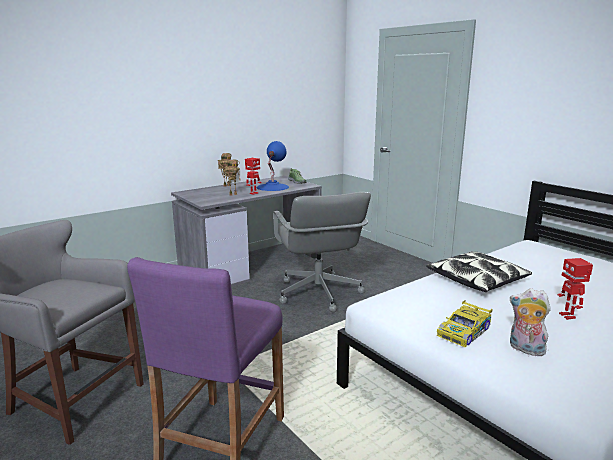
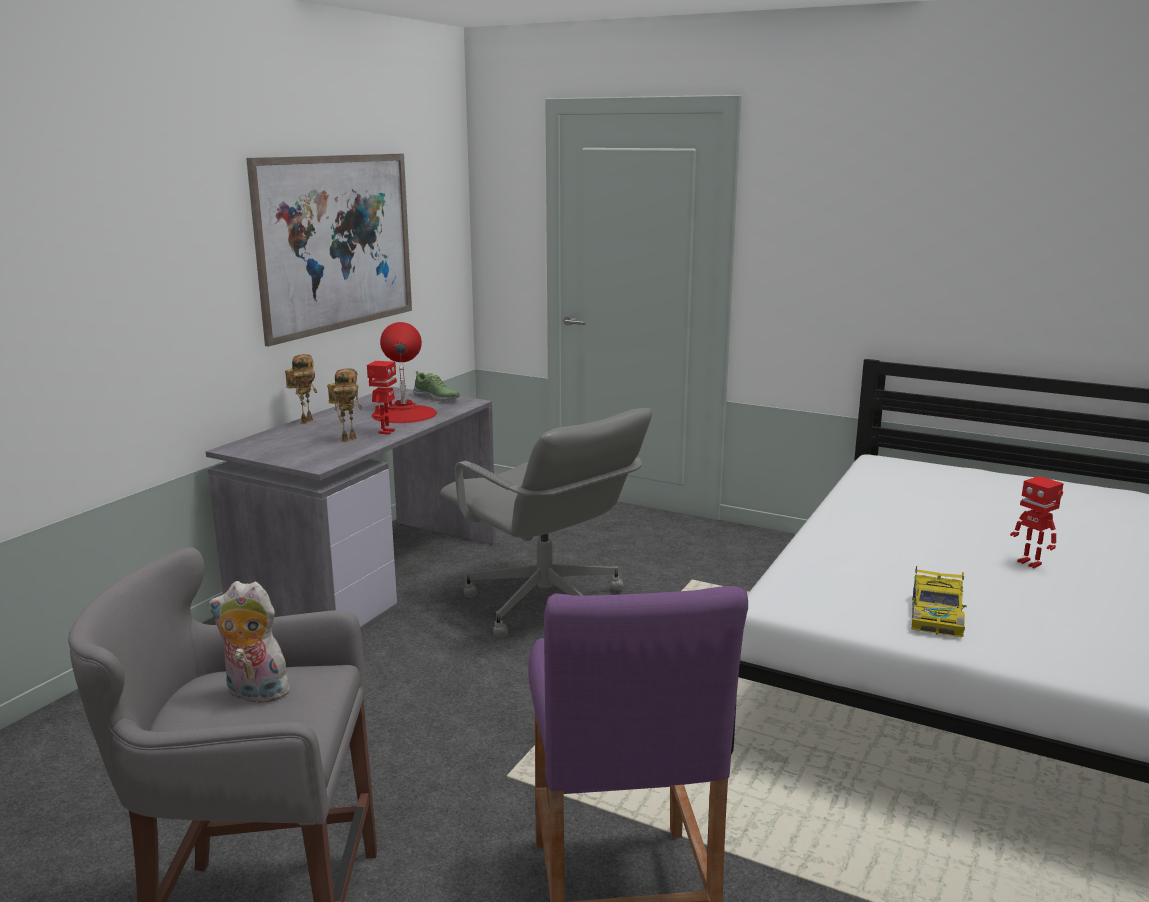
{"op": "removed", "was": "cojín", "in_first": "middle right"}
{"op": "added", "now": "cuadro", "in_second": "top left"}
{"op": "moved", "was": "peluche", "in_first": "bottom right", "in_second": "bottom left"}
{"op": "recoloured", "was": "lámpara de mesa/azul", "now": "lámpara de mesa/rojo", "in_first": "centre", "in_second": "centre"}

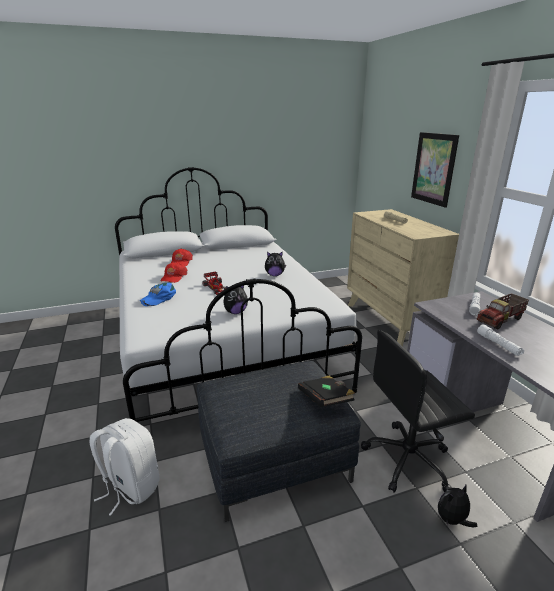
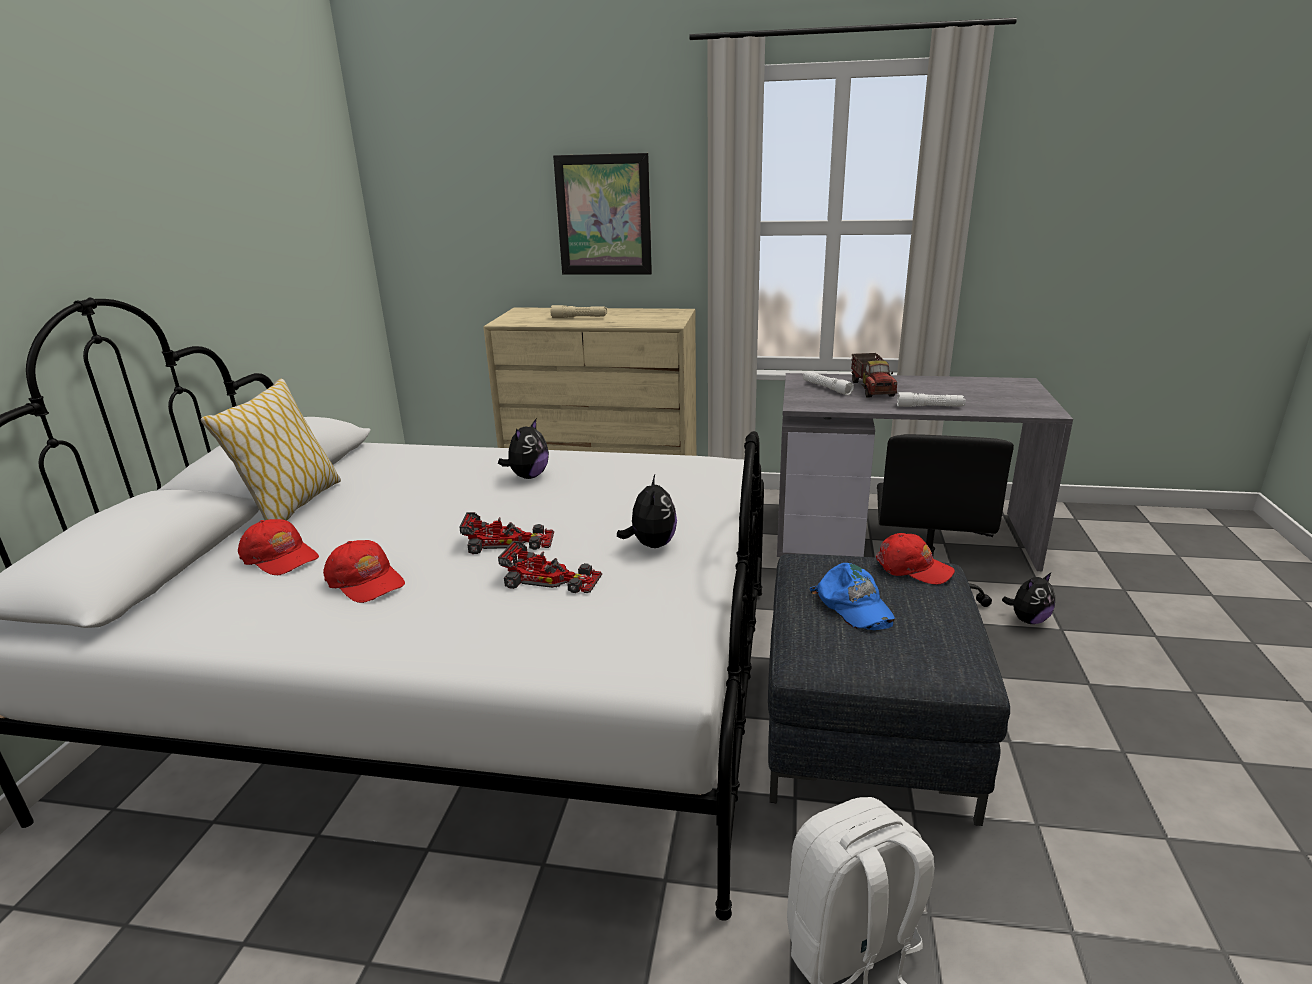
{"op": "added", "now": "cojín", "in_second": "middle left"}
{"op": "added", "now": "coche de juguete (2nd from left)", "in_second": "centre"}
{"op": "moved", "was": "gorra/azul", "in_first": "middle left", "in_second": "centre"}
{"op": "replaced", "was": "libro/negro", "now": "gorra/rojo (3rd from left)", "in_first": "centre", "in_second": "middle right"}
{"op": "turned", "was": "peluche (3rd from left)", "in_first": "bottom right", "in_second": "middle right", "clockwise": -120}

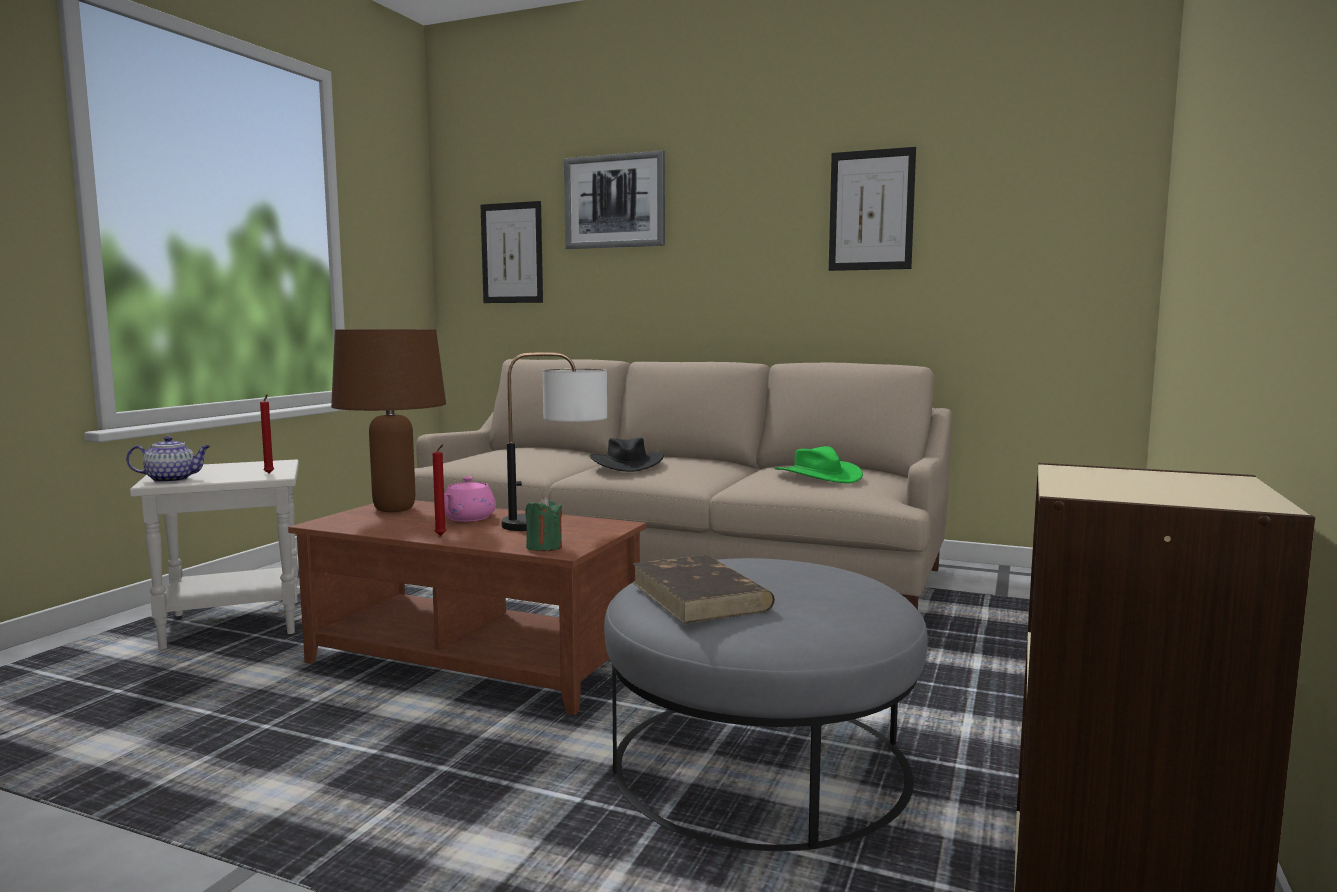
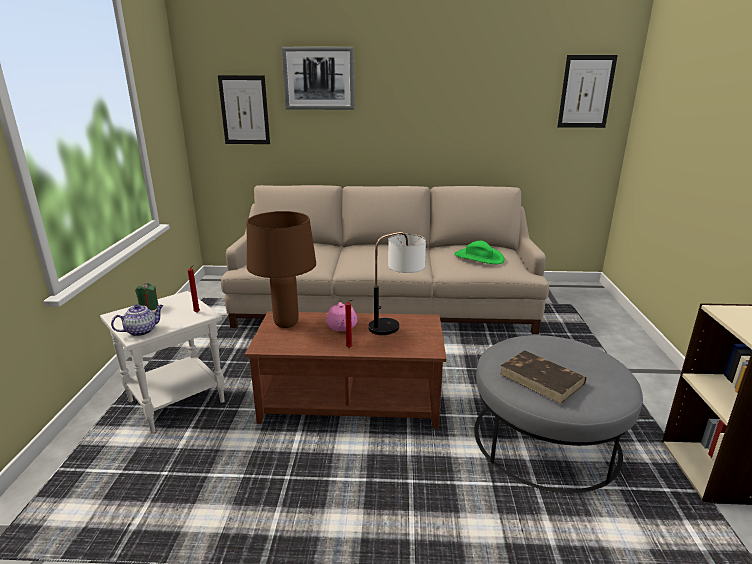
{"op": "removed", "was": "sombrero/negro", "in_first": "centre"}
{"op": "moved", "was": "vela/verde", "in_first": "centre", "in_second": "middle left"}
{"op": "moved", "was": "cuadro (3rd from left)", "in_first": "top centre", "in_second": "top right"}

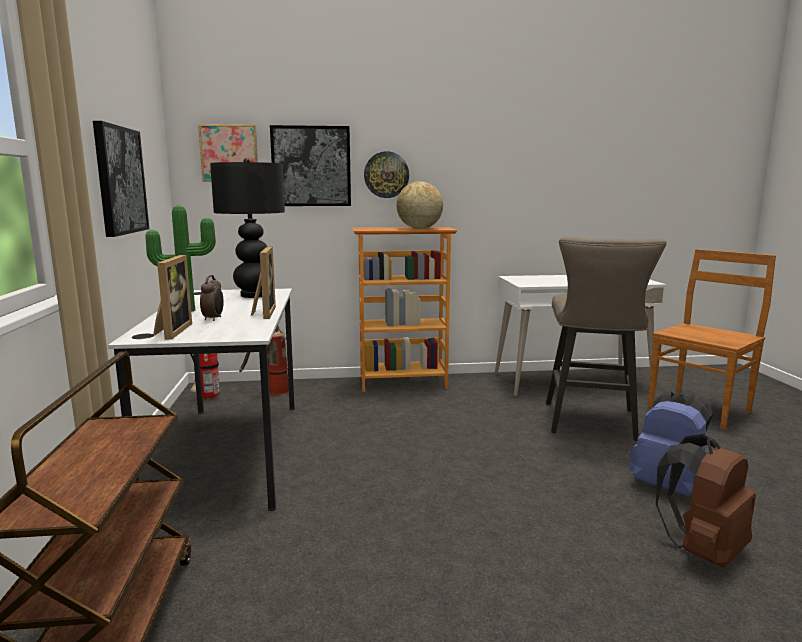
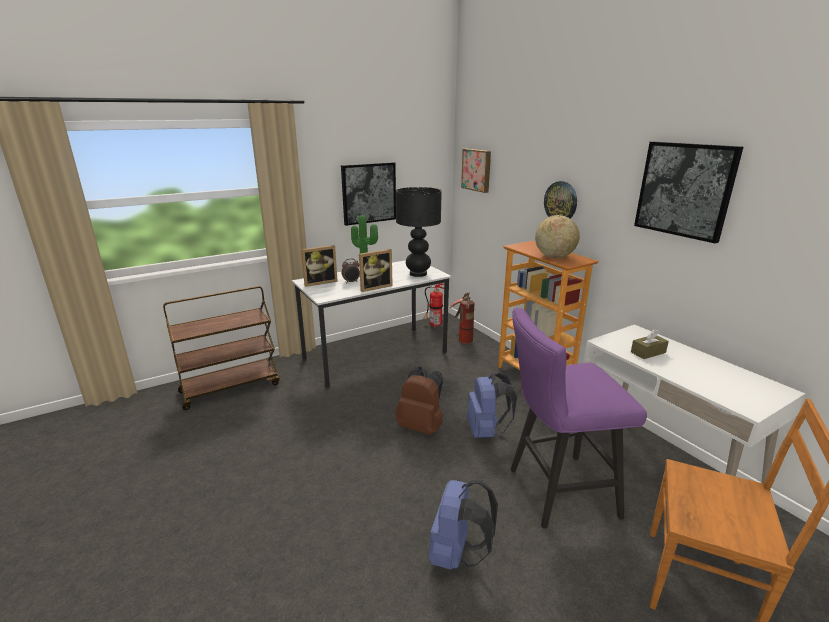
{"op": "added", "now": "mochila/azul (2nd from left)", "in_second": "centre"}
{"op": "added", "now": "caja de pañuelos/marrón", "in_second": "middle right"}
{"op": "moved", "was": "cuadro (3rd from left)", "in_first": "top centre", "in_second": "top right"}
{"op": "moved", "was": "mochila/marrón", "in_first": "bottom right", "in_second": "centre"}
{"op": "recoloured", "was": "taburete/beis", "now": "taburete/morado", "in_first": "middle right", "in_second": "bottom right"}

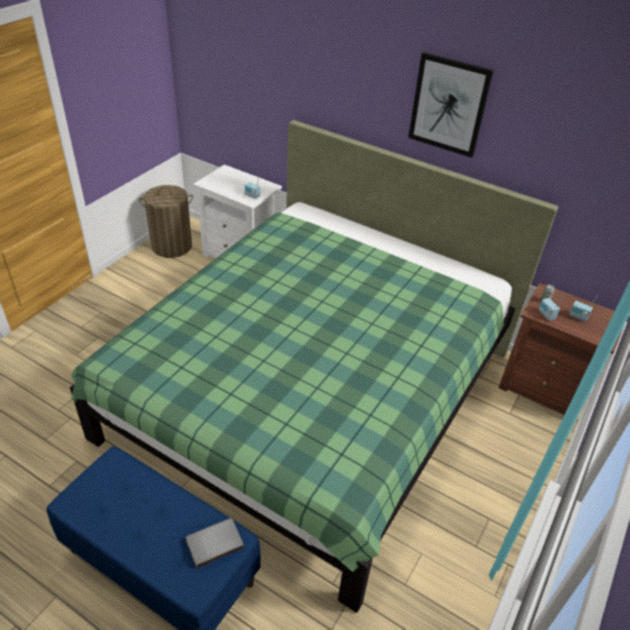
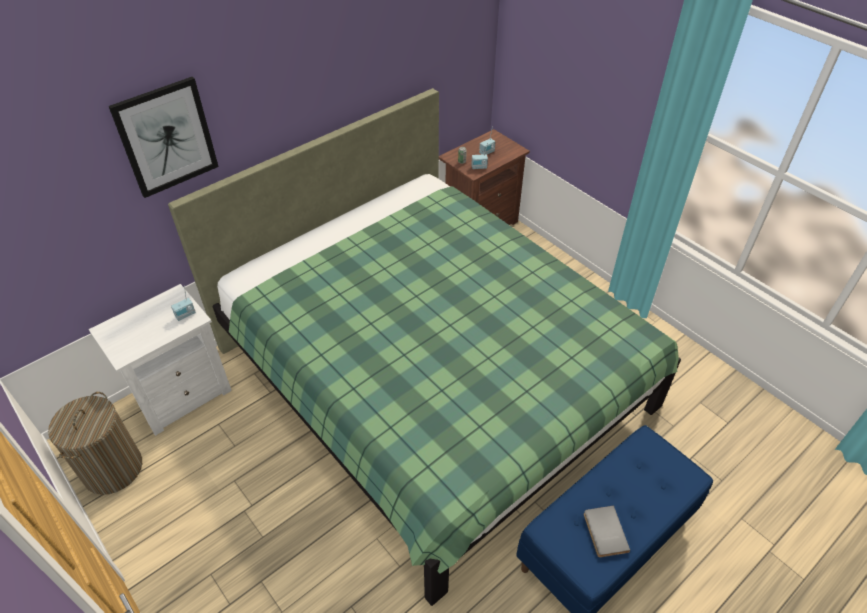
{"op": "moved", "was": "libro/gris", "in_first": "bottom centre", "in_second": "bottom right"}
{"op": "moved", "was": "cuadro", "in_first": "top right", "in_second": "top left"}

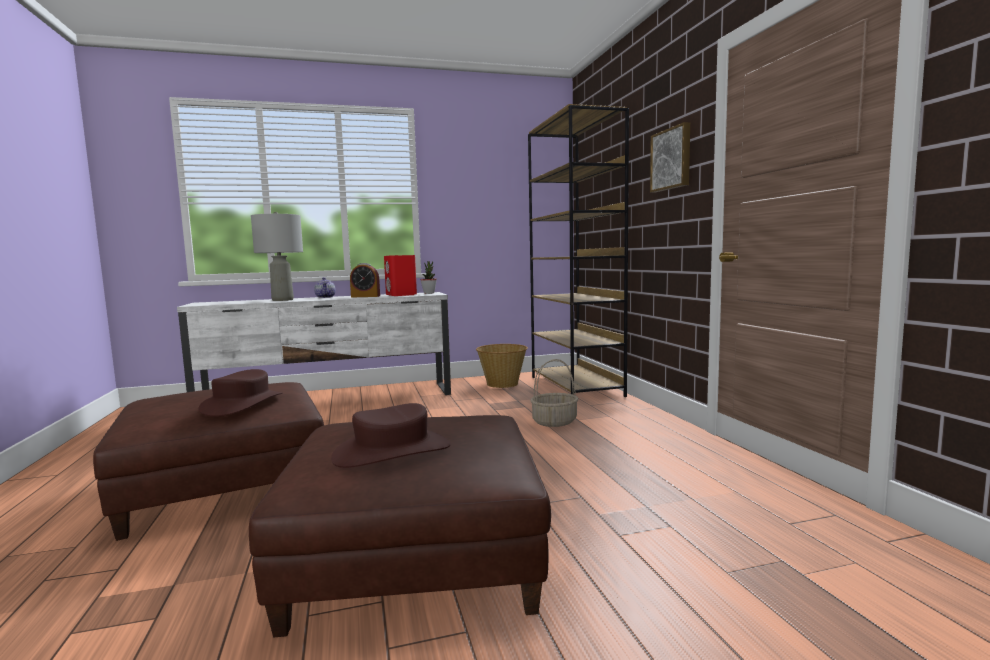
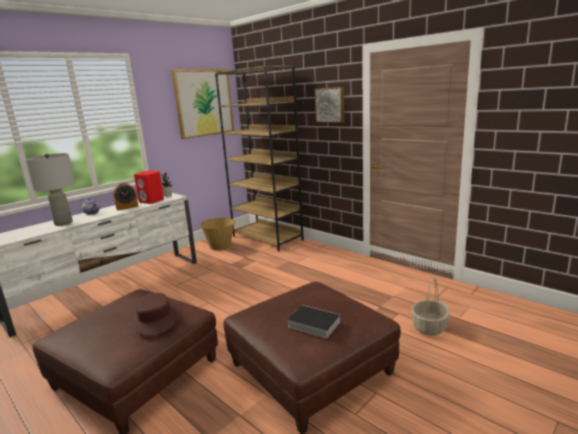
{"op": "added", "now": "cuadro (1st from left)", "in_second": "top centre"}
{"op": "moved", "was": "cesta (2nd from left)", "in_first": "centre", "in_second": "bottom right"}
{"op": "replaced", "was": "sombrero/marrón (2nd from left)", "now": "libro", "in_first": "centre", "in_second": "bottom centre"}

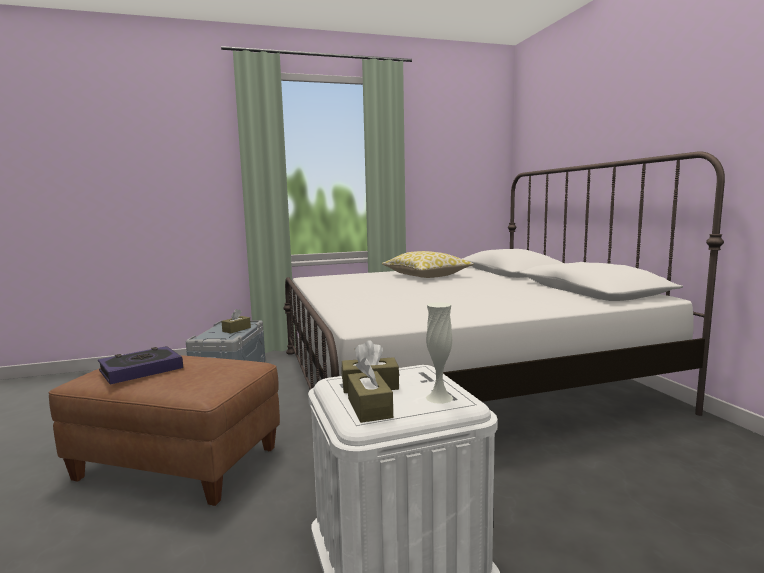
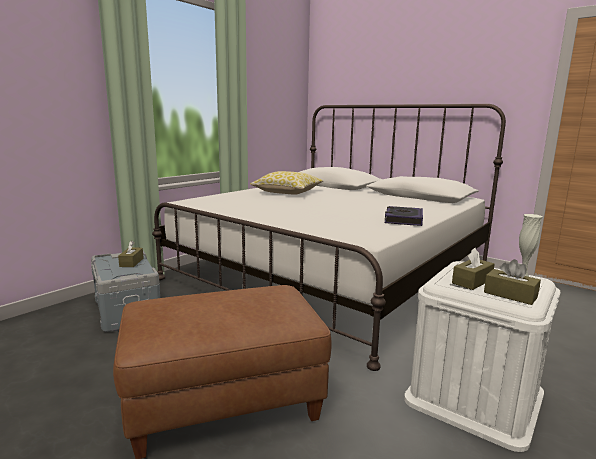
{"op": "moved", "was": "libro", "in_first": "middle left", "in_second": "middle right"}

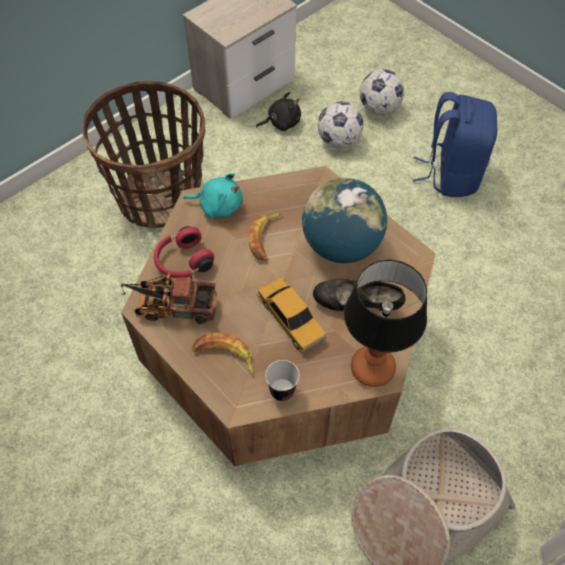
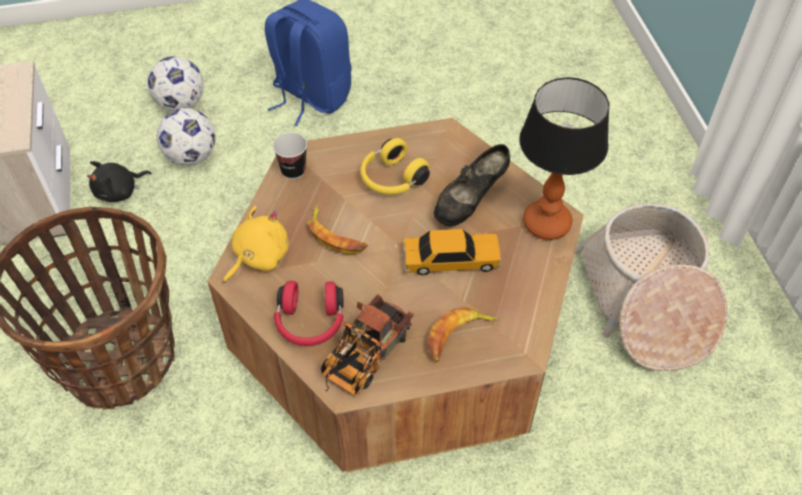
{"op": "moved", "was": "taza", "in_first": "bottom centre", "in_second": "top centre"}
{"op": "replaced", "was": "globo terráqueo", "now": "auriculares/amarillo", "in_first": "centre", "in_second": "centre"}
{"op": "recoloured", "was": "peluche/turquesa", "now": "peluche/amarillo", "in_first": "centre", "in_second": "middle left"}
{"op": "turned", "was": "peluche/negro", "in_first": "top centre", "in_second": "middle left", "clockwise": -135}

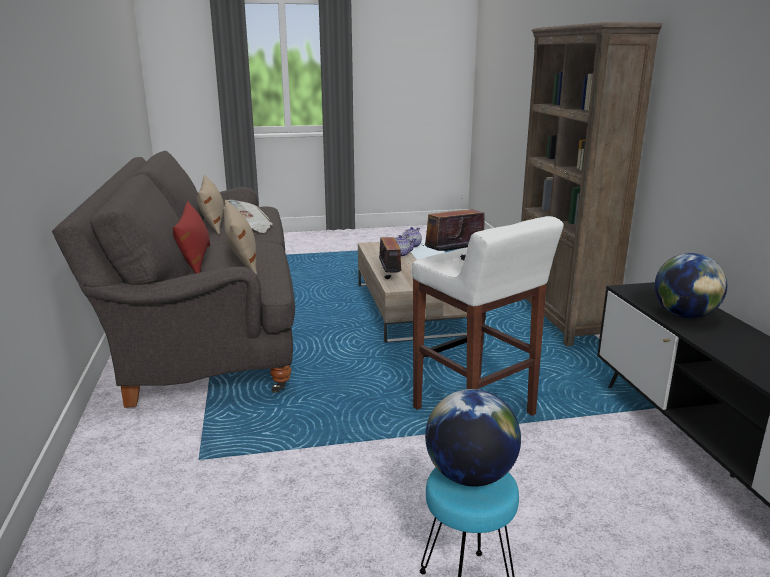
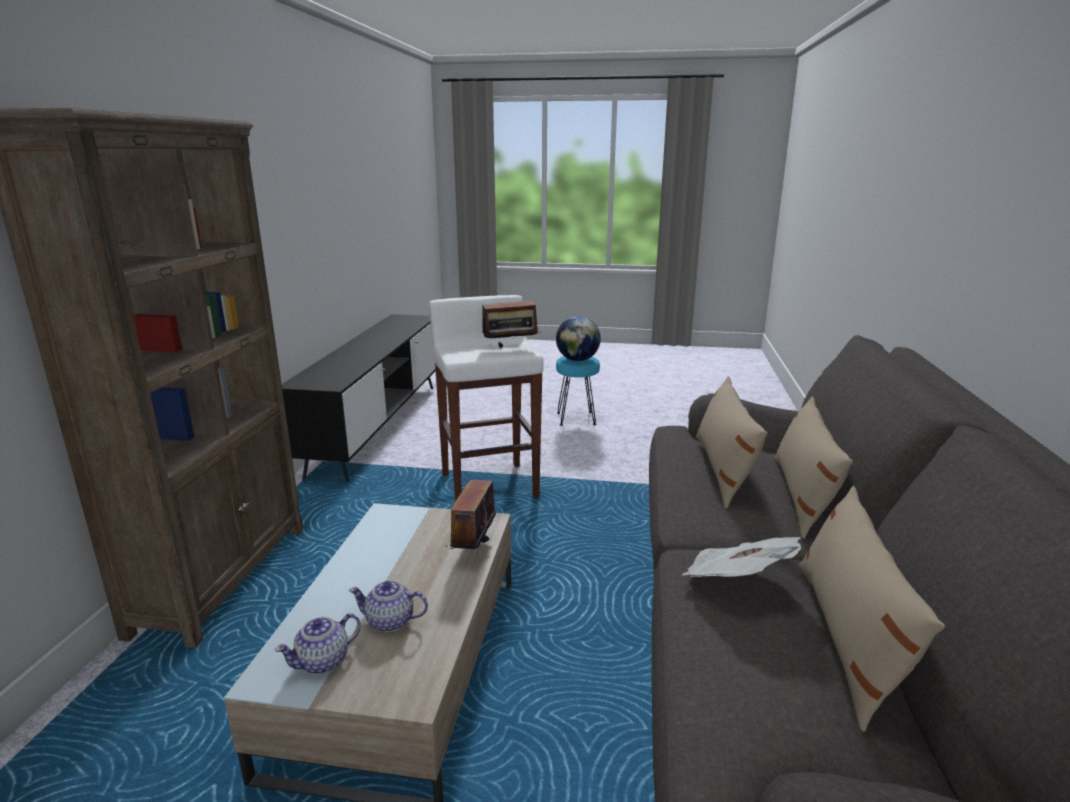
{"op": "removed", "was": "globo terráqueo (2nd from left)", "in_first": "middle right"}
{"op": "recoloured", "was": "cojín/rojo", "now": "cojín/beis (2nd from left)", "in_first": "middle left", "in_second": "middle right"}

